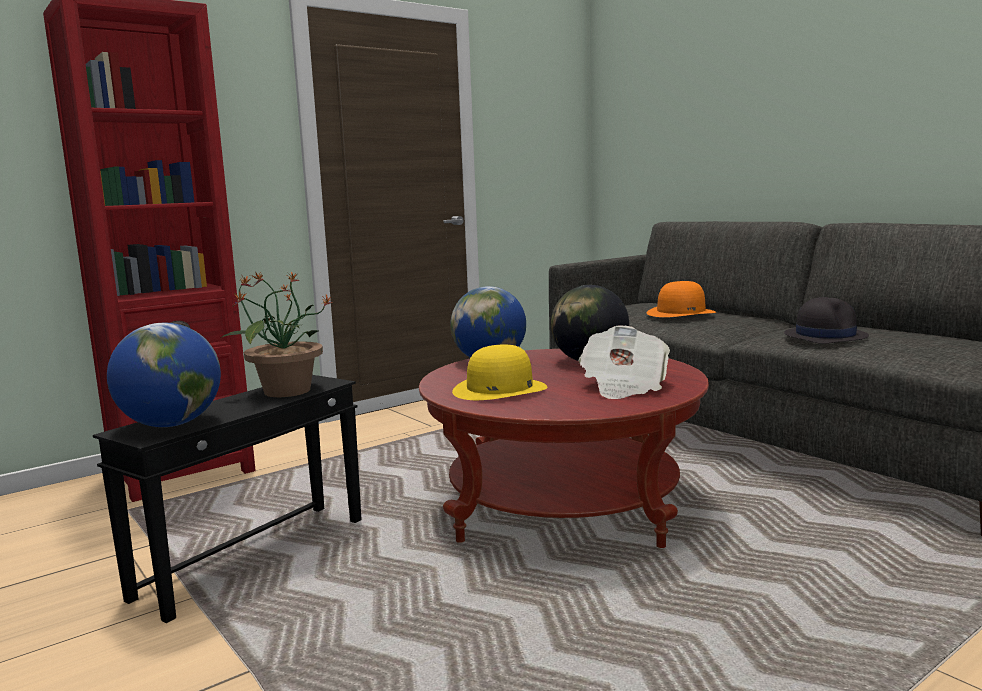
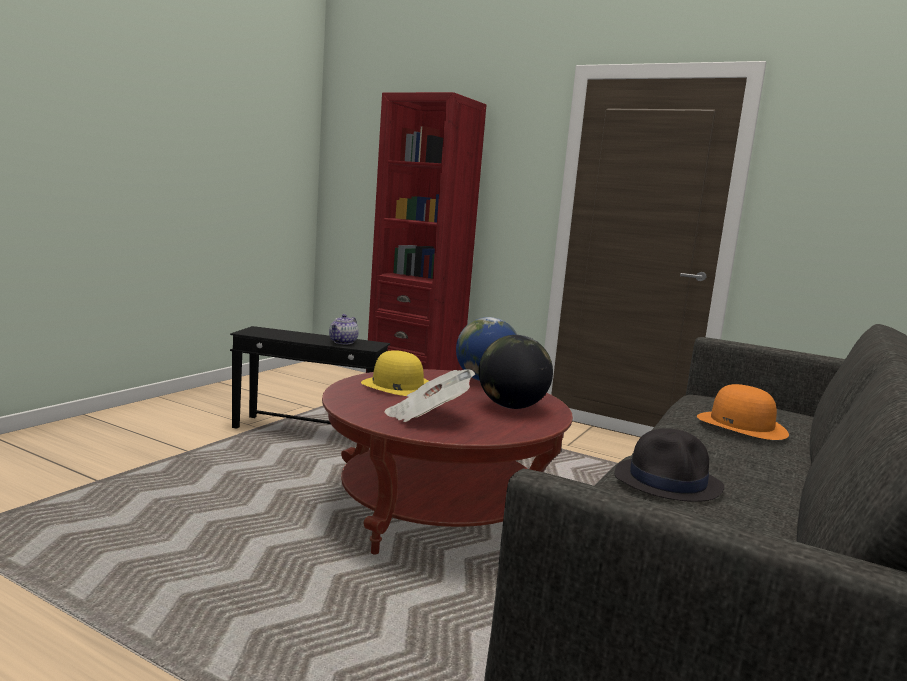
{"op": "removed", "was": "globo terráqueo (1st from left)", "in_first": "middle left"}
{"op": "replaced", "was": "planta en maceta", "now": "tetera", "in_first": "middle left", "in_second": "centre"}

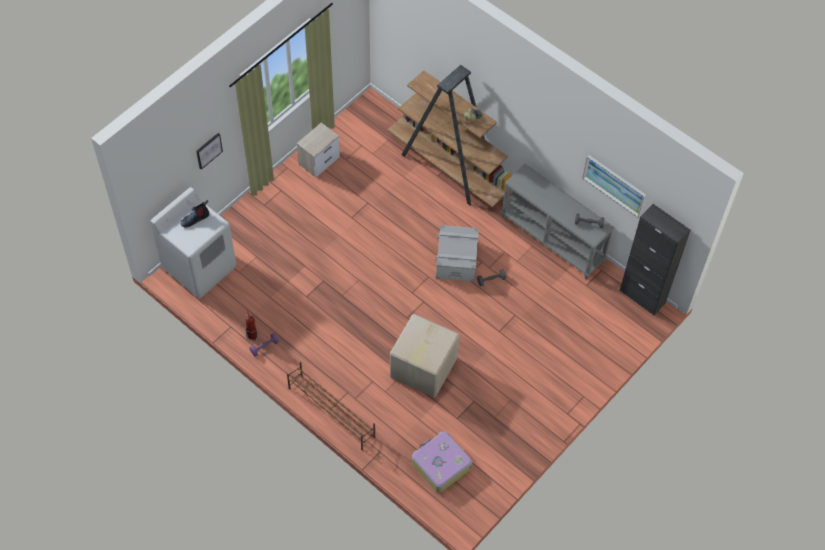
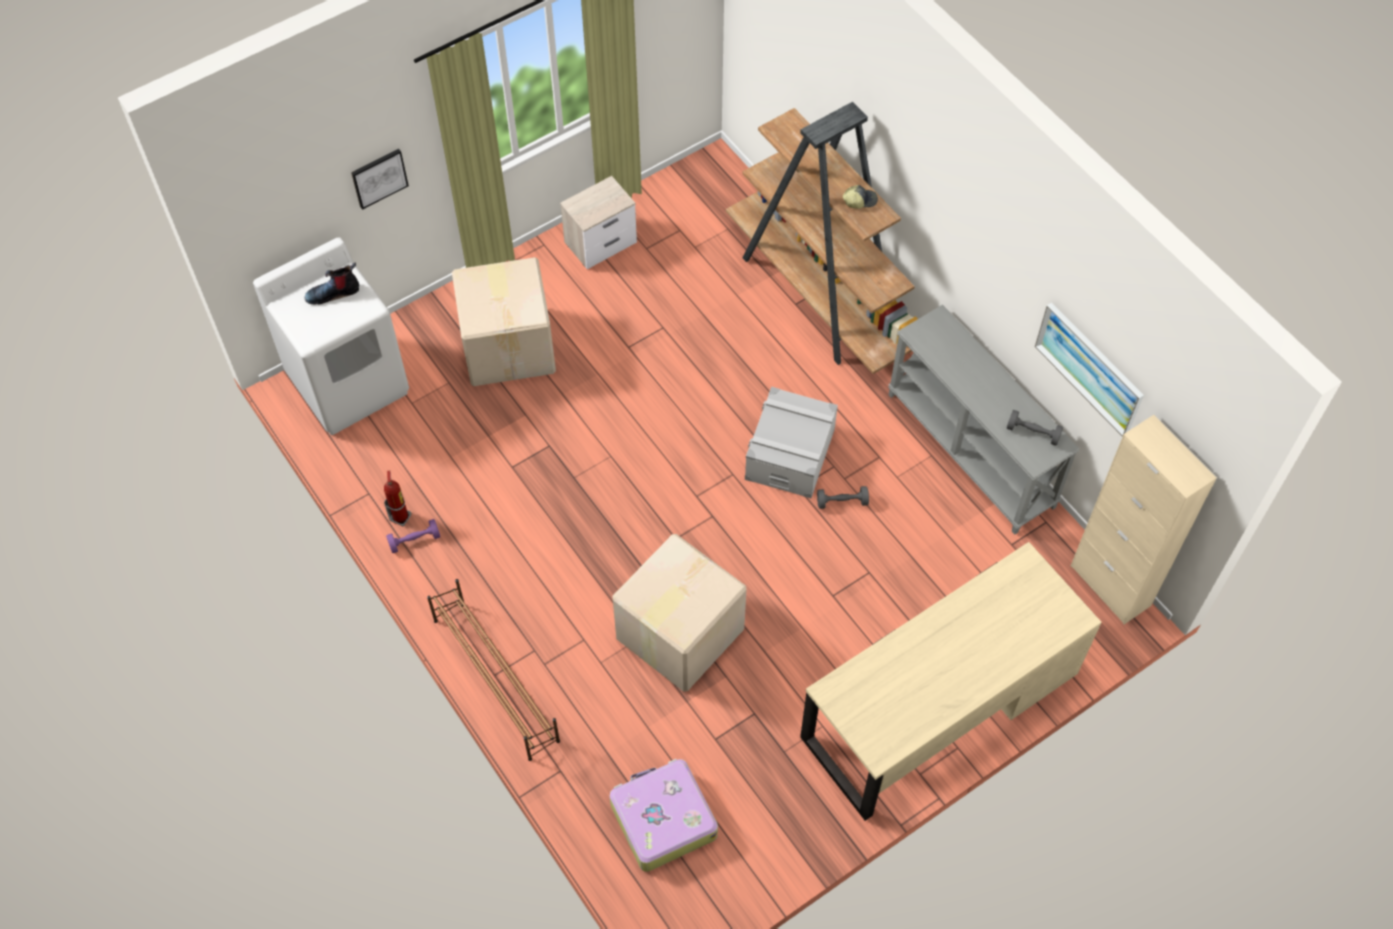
{"op": "added", "now": "caja de cartón (1st from left)", "in_second": "centre"}
{"op": "added", "now": "escritorio/beis", "in_second": "bottom right"}
{"op": "recoloured", "was": "armario/negro", "now": "armario/beis", "in_first": "middle right", "in_second": "middle right"}

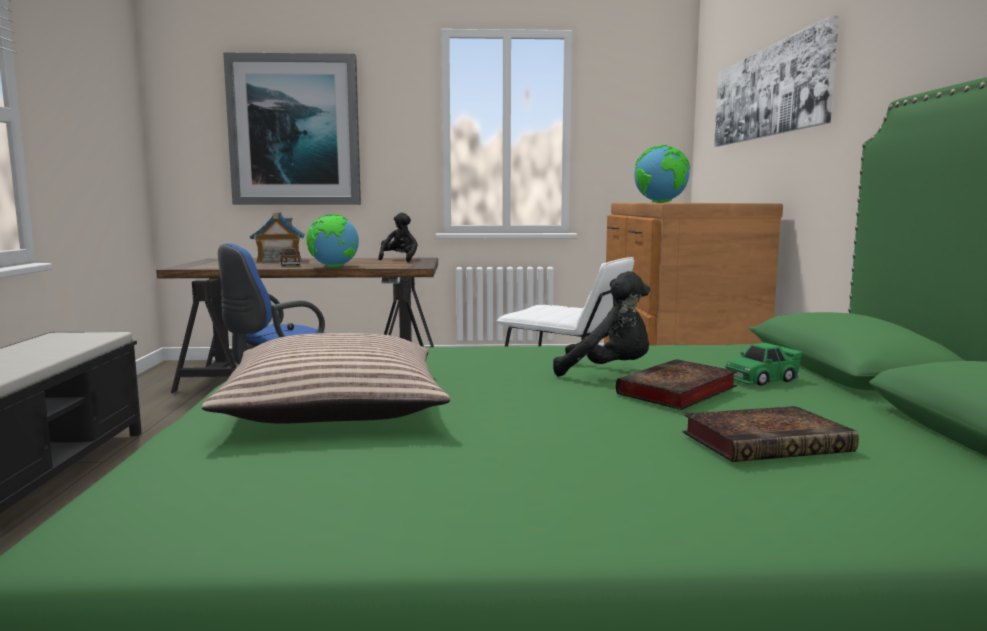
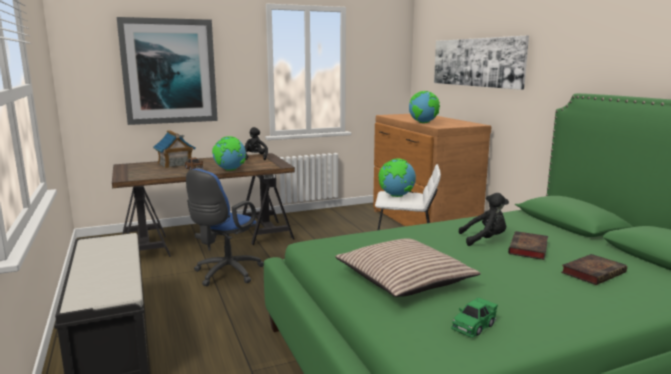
{"op": "added", "now": "globo terráqueo (2nd from left)", "in_second": "centre"}
{"op": "moved", "was": "coche de juguete/verde", "in_first": "middle right", "in_second": "bottom right"}

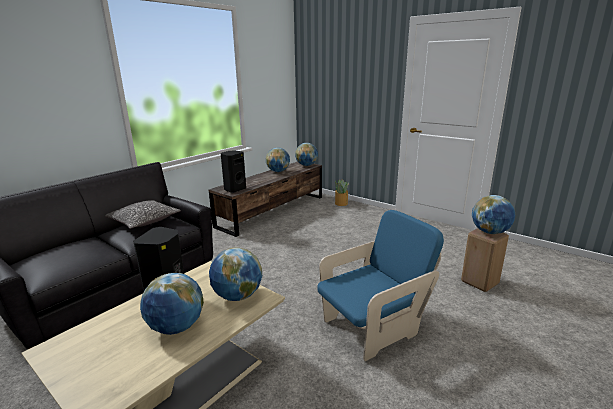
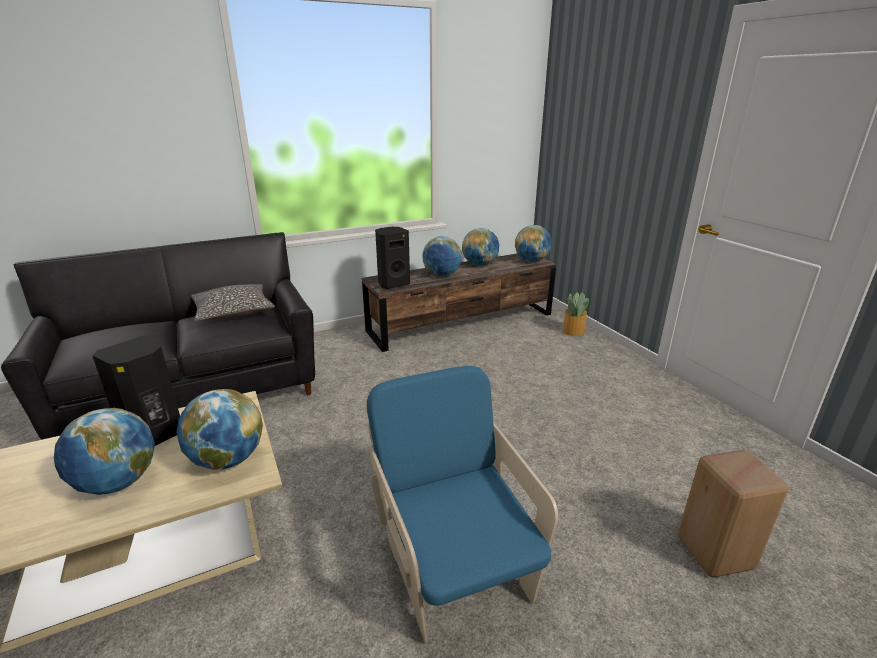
{"op": "moved", "was": "globo terráqueo (5th from left in the first image)", "now": "globo terráqueo (3rd from left)", "in_first": "middle right", "in_second": "centre"}
{"op": "turned", "was": "sillón/azul", "in_first": "bottom centre", "in_second": "bottom centre", "clockwise": -105}

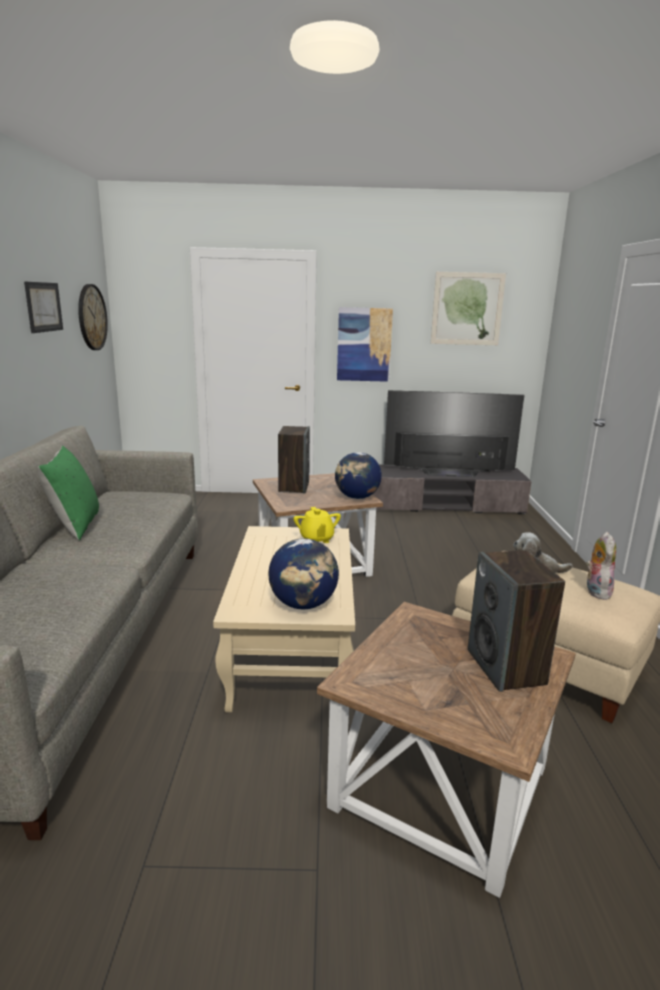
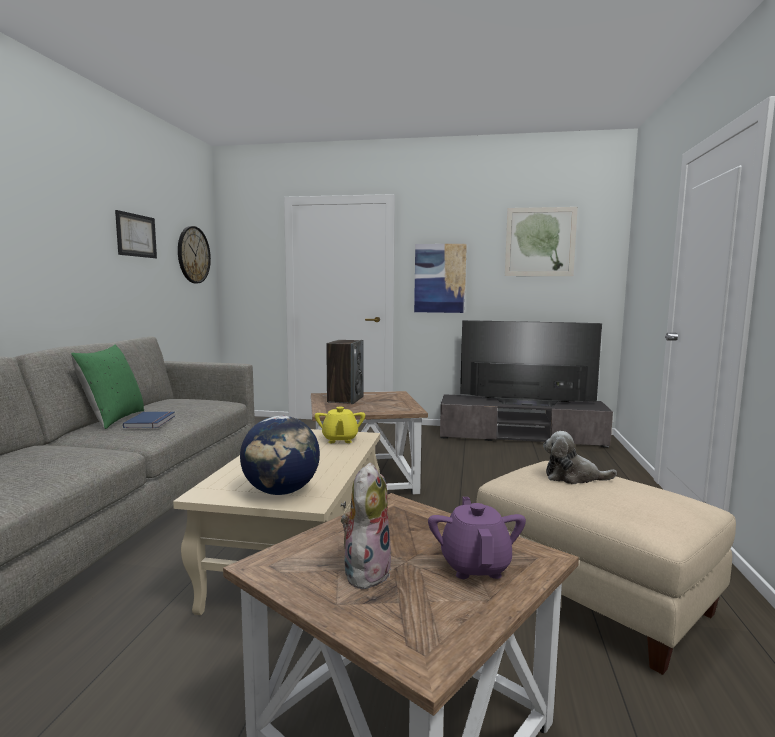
{"op": "removed", "was": "globo terráqueo (2nd from left)", "in_first": "centre"}
{"op": "added", "now": "libro/azul", "in_second": "middle left"}
{"op": "moved", "was": "peluche (2nd from left in the first image)", "now": "peluche (1st from left)", "in_first": "middle right", "in_second": "bottom centre"}
{"op": "replaced", "was": "altavoz (2nd from left)", "now": "tetera/morado", "in_first": "middle right", "in_second": "bottom centre"}

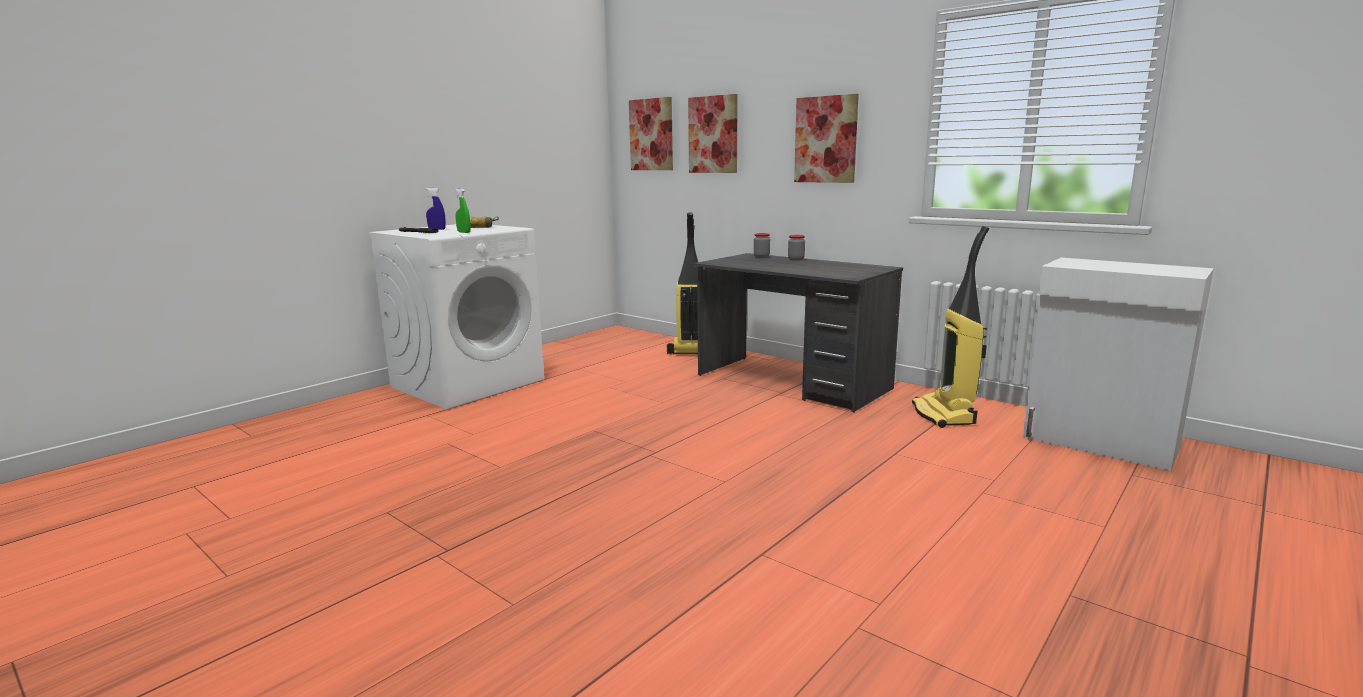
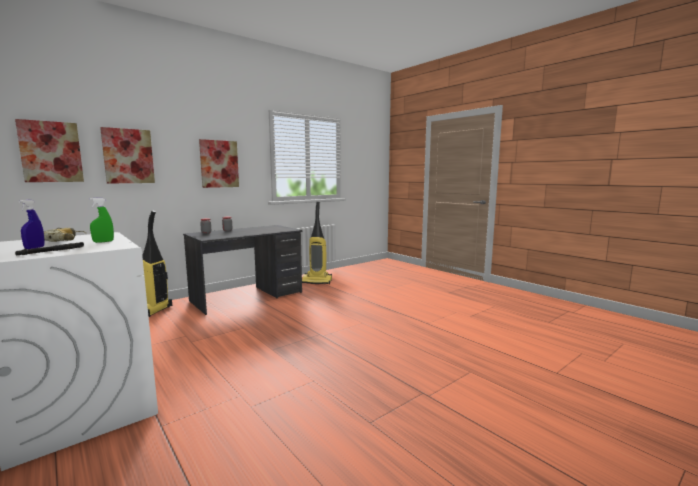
{"op": "removed", "was": "armario/blanco", "in_first": "middle right"}

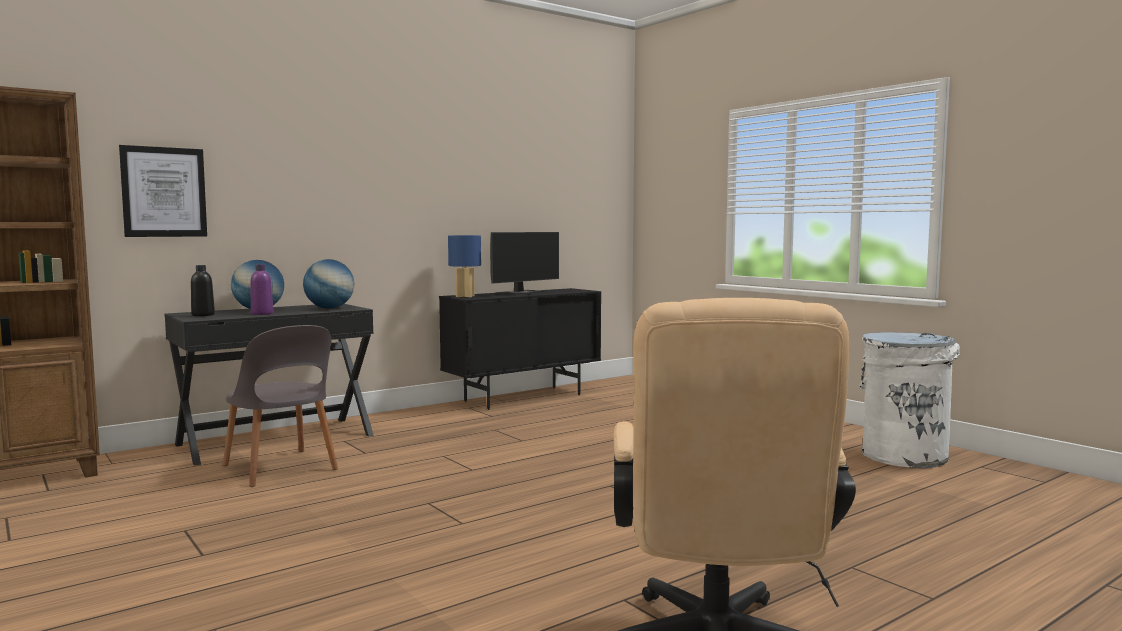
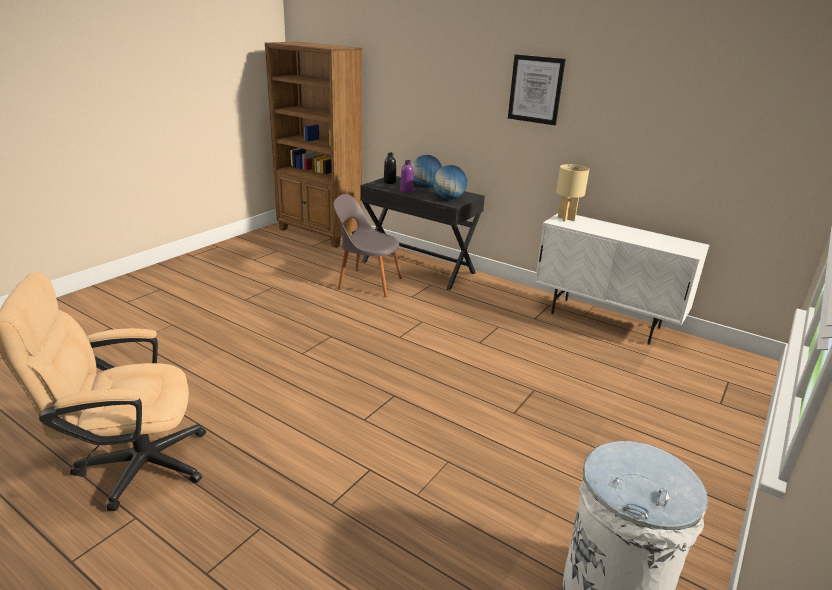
{"op": "removed", "was": "monitor", "in_first": "centre"}
{"op": "moved", "was": "cuadro", "in_first": "top left", "in_second": "top centre"}
{"op": "recoloured", "was": "armario/negro", "now": "armario/blanco", "in_first": "centre", "in_second": "middle right"}
{"op": "recoloured", "was": "lámpara de mesa/azul", "now": "lámpara de mesa/beis", "in_first": "centre", "in_second": "top right"}
{"op": "turned", "was": "silla/gris", "in_first": "middle left", "in_second": "centre", "clockwise": 75}

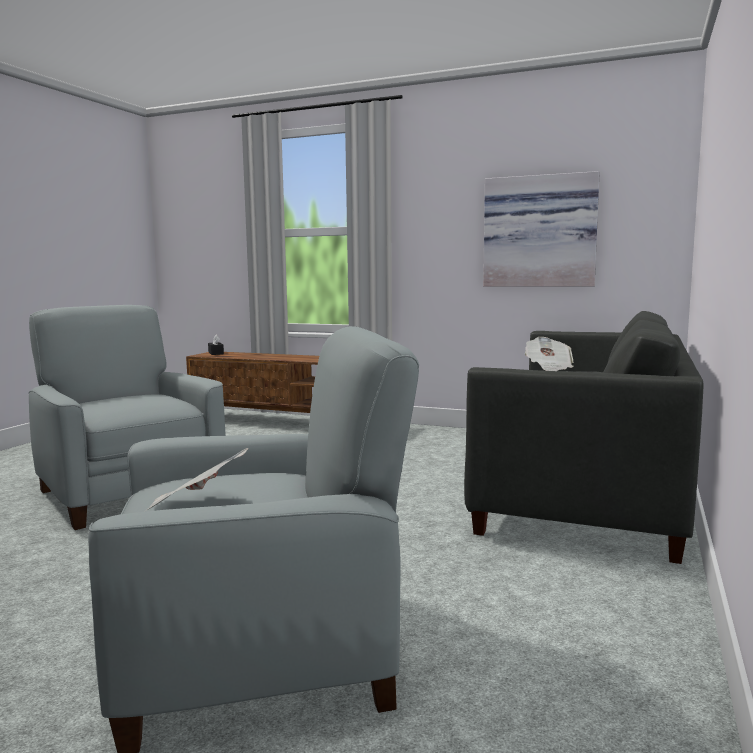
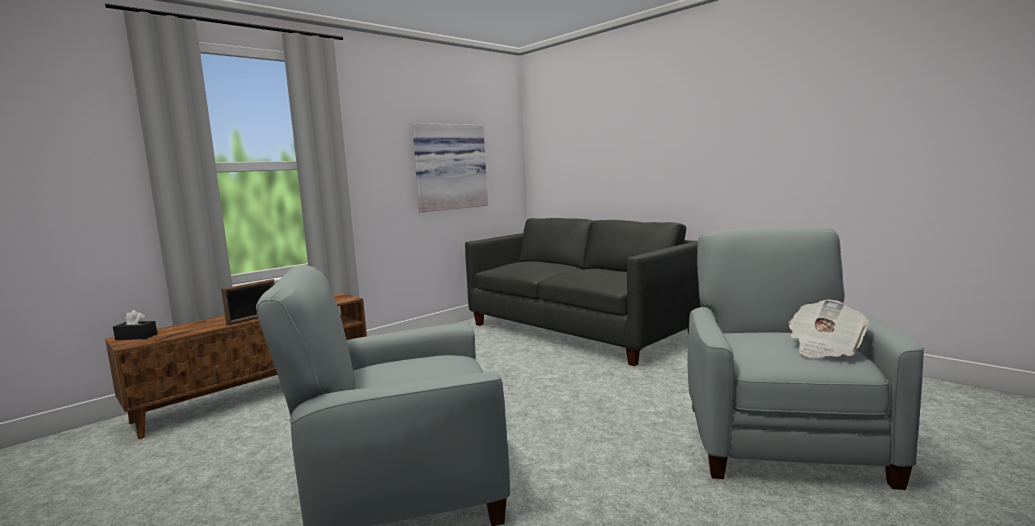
{"op": "removed", "was": "periódico (2nd from left)", "in_first": "middle right"}
{"op": "added", "now": "portarretratos", "in_second": "middle left"}

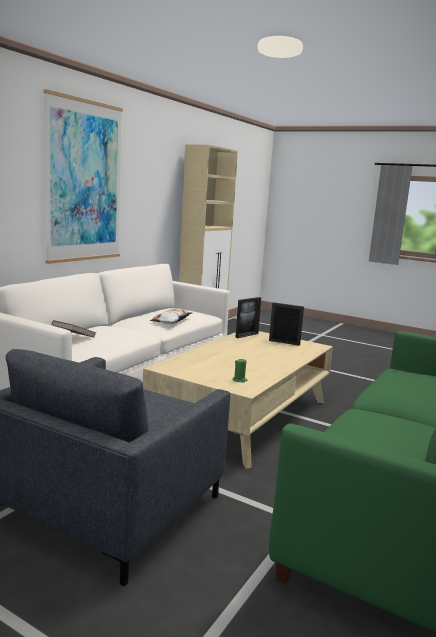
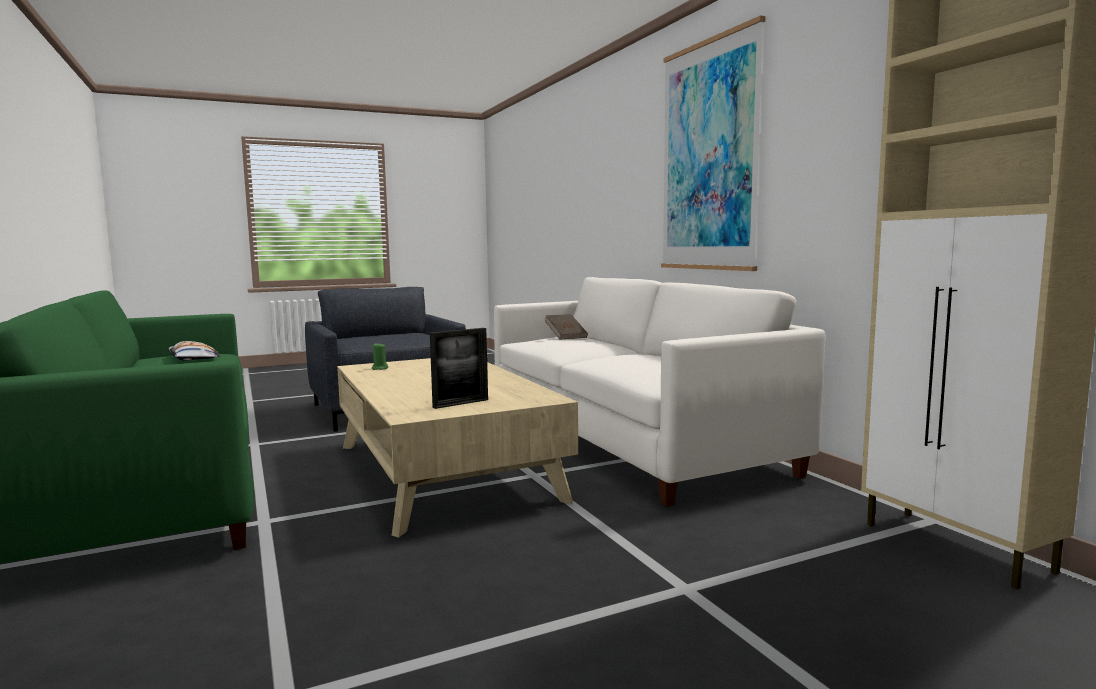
{"op": "removed", "was": "portarretratos (1st from left)", "in_first": "centre"}
{"op": "moved", "was": "cojín", "in_first": "centre", "in_second": "middle left"}

